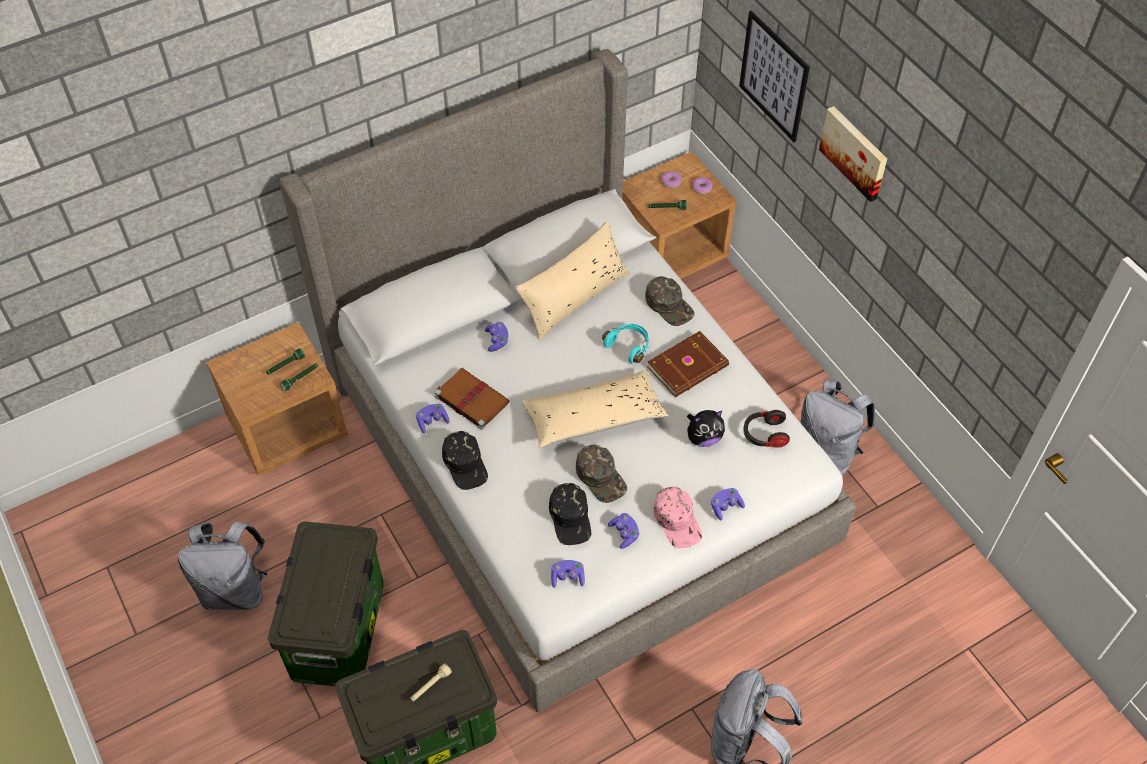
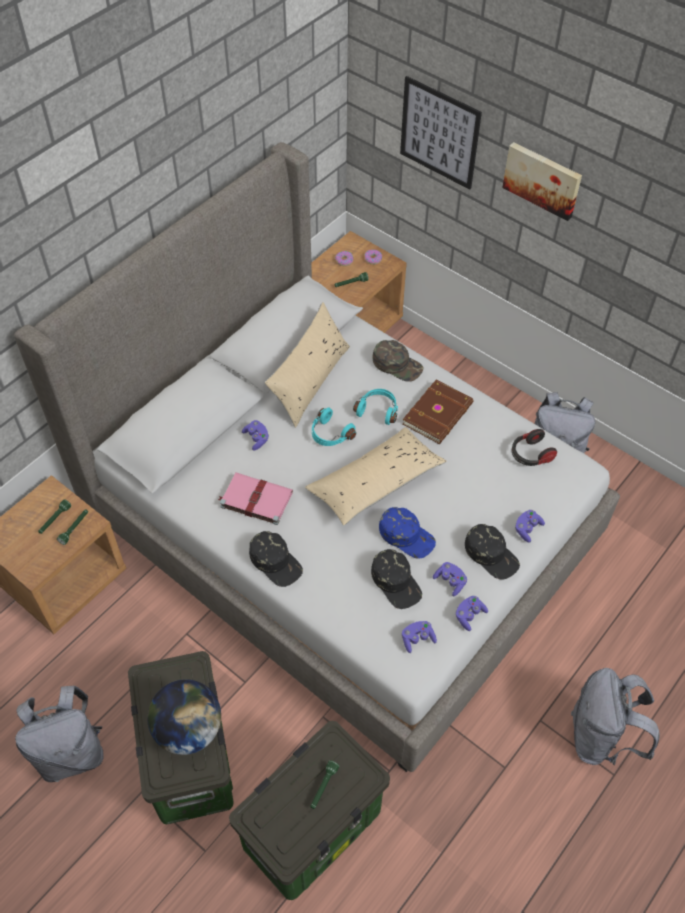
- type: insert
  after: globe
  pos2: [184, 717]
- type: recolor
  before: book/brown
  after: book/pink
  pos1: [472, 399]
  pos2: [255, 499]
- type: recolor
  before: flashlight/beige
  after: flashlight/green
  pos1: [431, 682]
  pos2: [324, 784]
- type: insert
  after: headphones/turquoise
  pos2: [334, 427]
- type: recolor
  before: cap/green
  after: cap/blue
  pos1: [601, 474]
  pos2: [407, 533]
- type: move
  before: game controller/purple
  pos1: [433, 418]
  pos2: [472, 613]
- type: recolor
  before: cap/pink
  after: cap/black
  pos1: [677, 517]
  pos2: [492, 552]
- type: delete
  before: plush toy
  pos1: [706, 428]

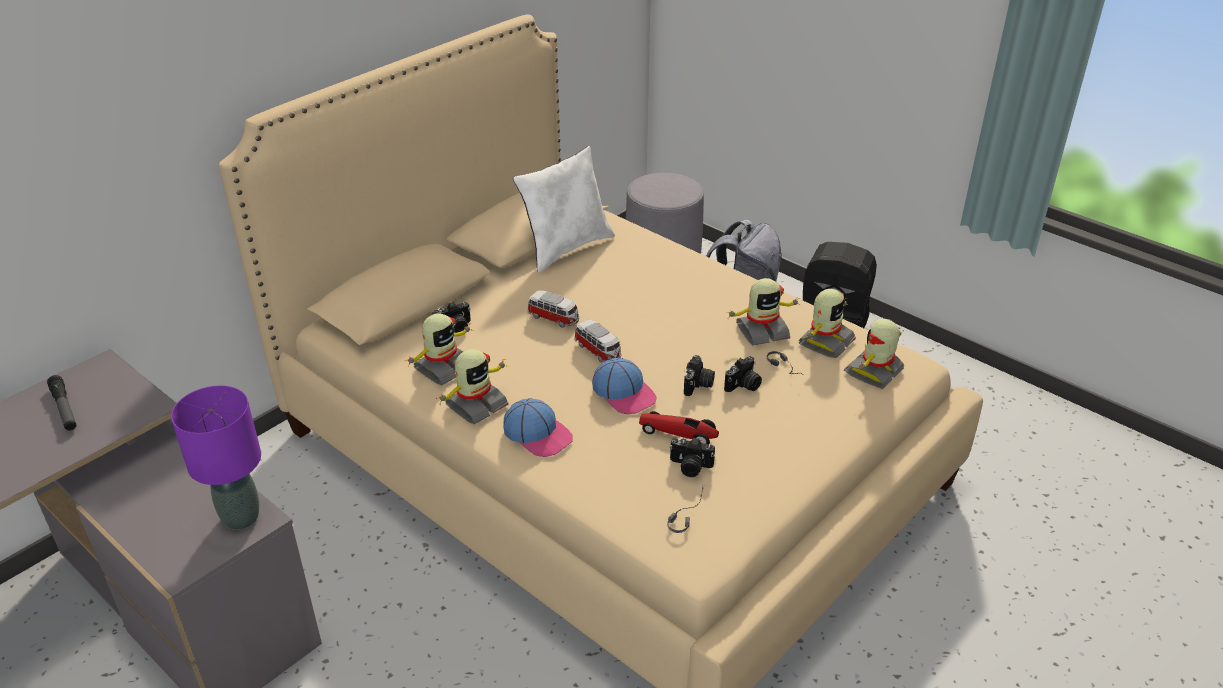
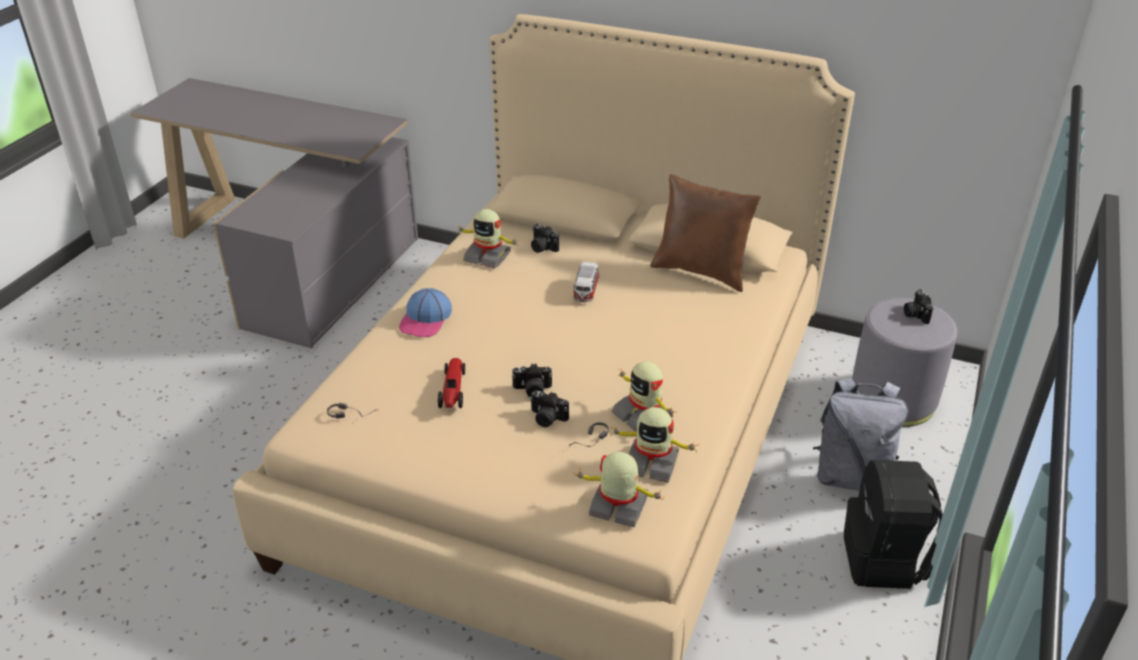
- type: recolor
  before: pillow/white
  after: pillow/brown
  pos1: [564, 209]
  pos2: [705, 233]
- type: move
  before: photo camera
  pos1: [692, 457]
  pos2: [918, 306]
- type: delete
  before: flashlight
  pos1: [61, 403]
- type: delete
  before: table lamp/purple
  pos1: [216, 457]
- type: delete
  before: toy robot
  pos1: [472, 386]
- type: delete
  before: toy car
  pos1: [597, 341]
- type: delete
  before: cap
  pos1: [624, 386]

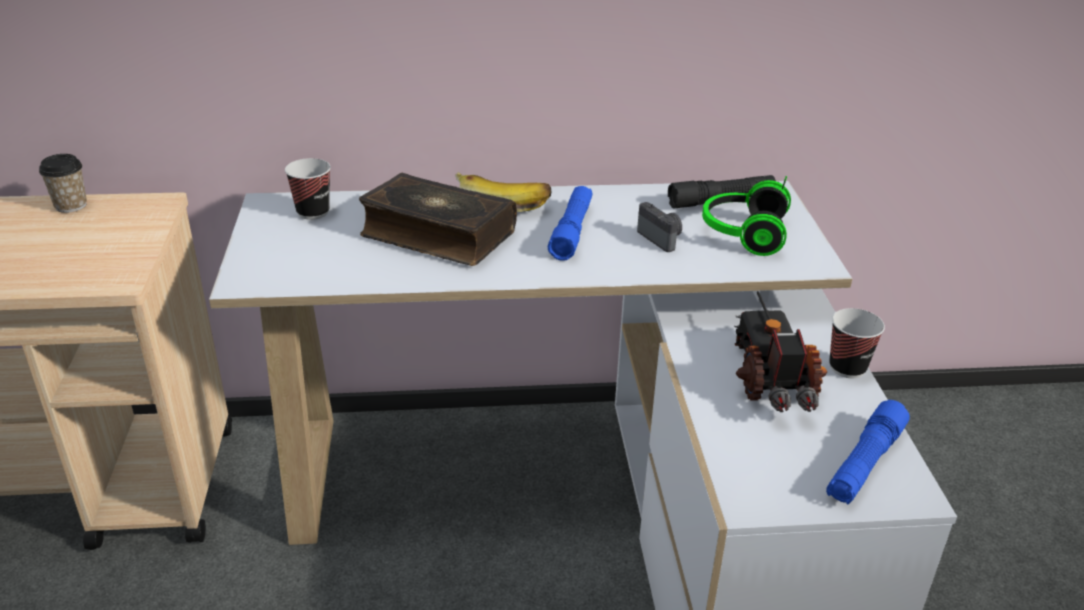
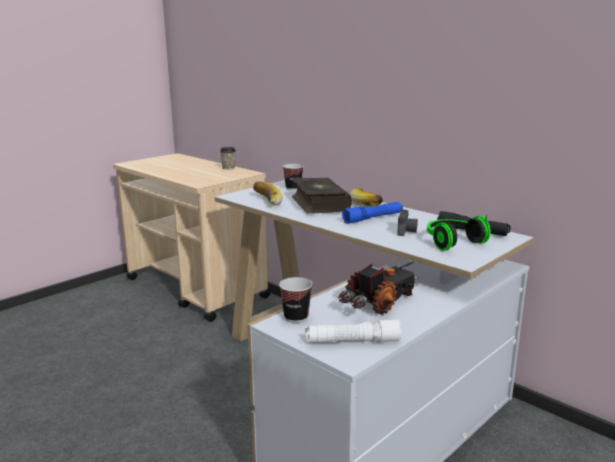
- type: insert
  after: banana
  pos2: [267, 193]
- type: move
  before: cup
  pos1: [857, 343]
  pos2: [296, 300]
- type: recolor
  before: flashlight/blue
  after: flashlight/white
  pos1: [868, 452]
  pos2: [353, 331]

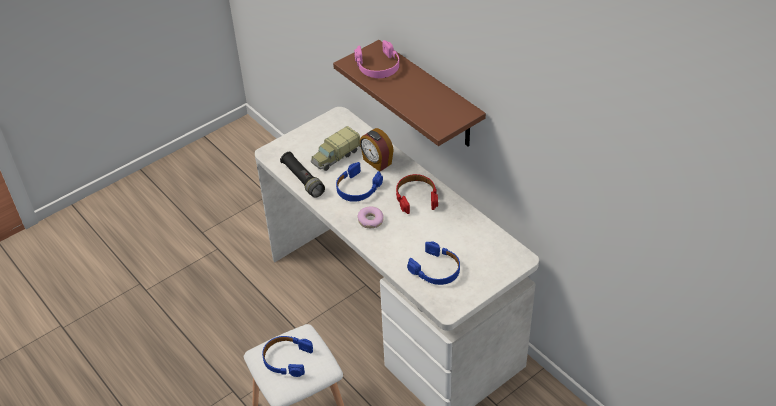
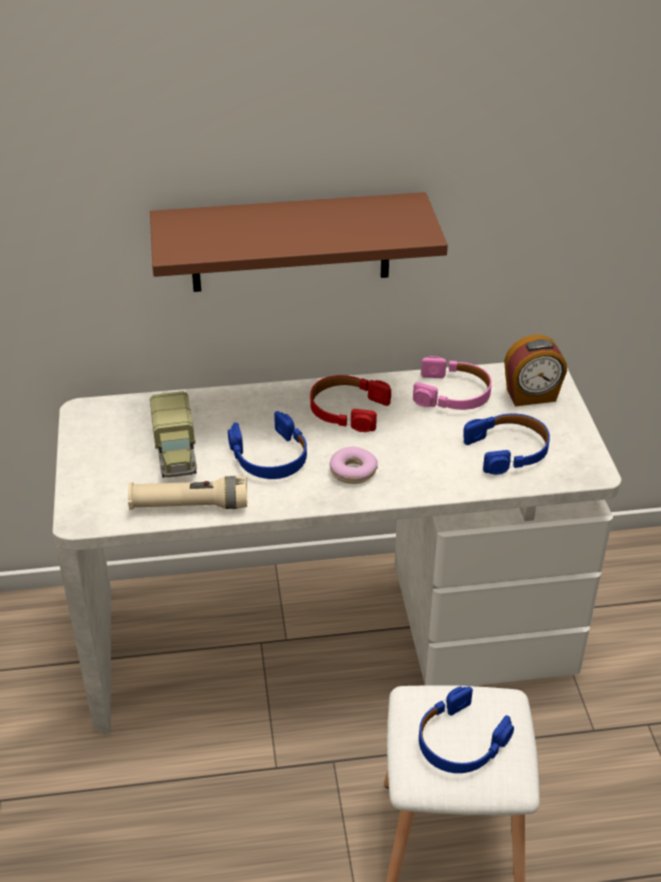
- type: recolor
  before: flashlight/black
  after: flashlight/beige
  pos1: [302, 175]
  pos2: [187, 493]
- type: move
  before: headphones/pink
  pos1: [376, 59]
  pos2: [452, 383]
- type: move
  before: alarm clock
  pos1: [377, 149]
  pos2: [535, 370]

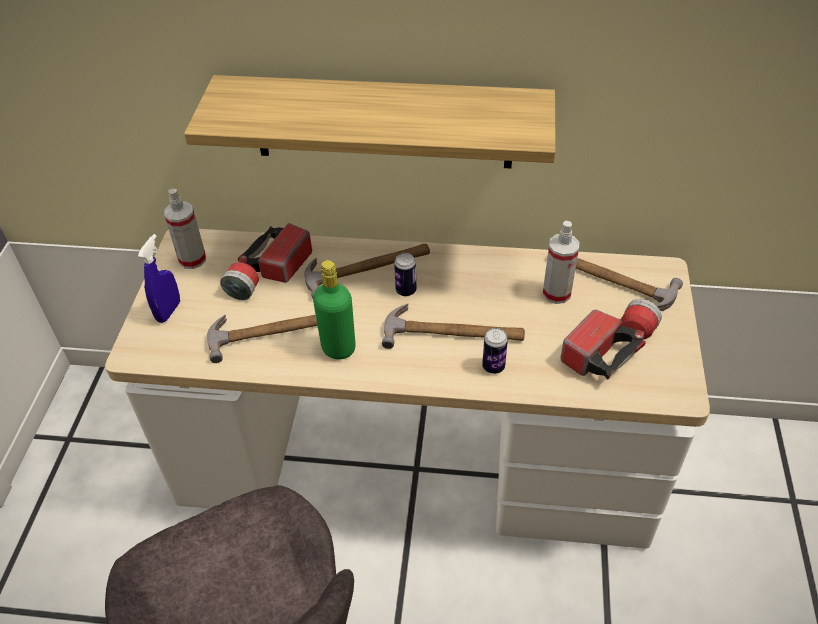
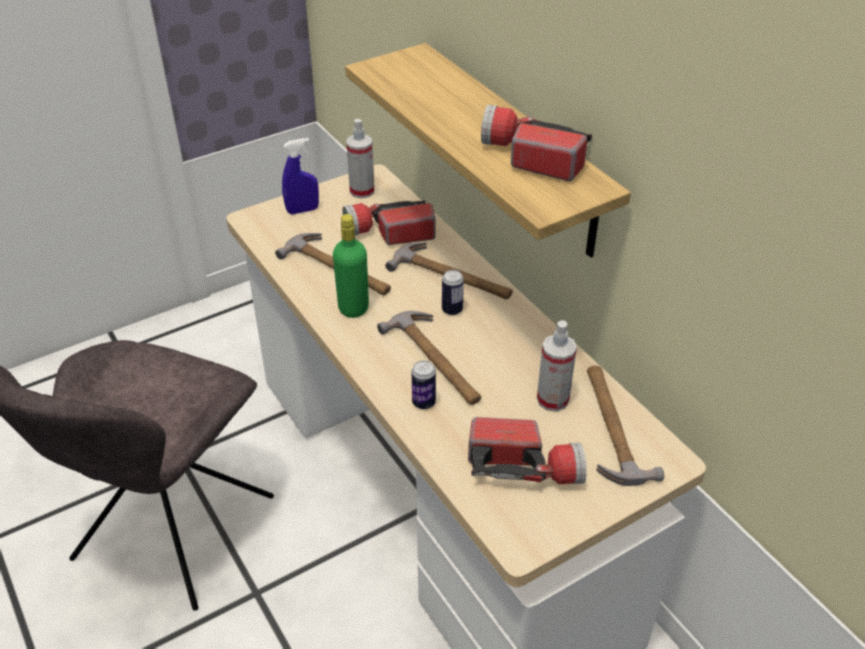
- type: insert
  after: flashlight
  pos2: [536, 143]

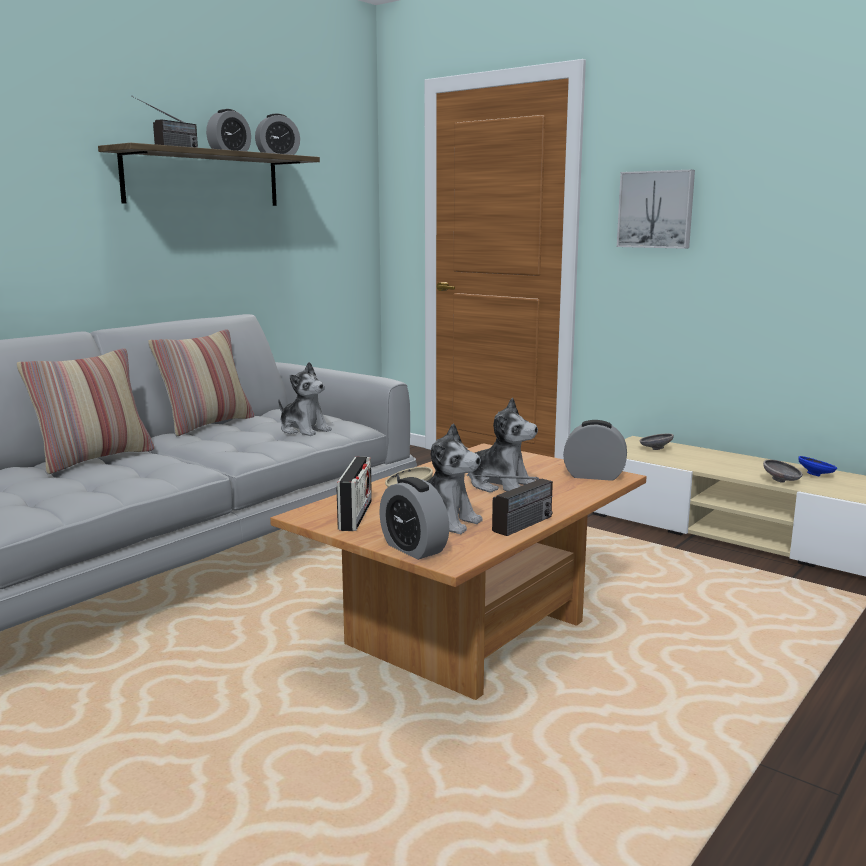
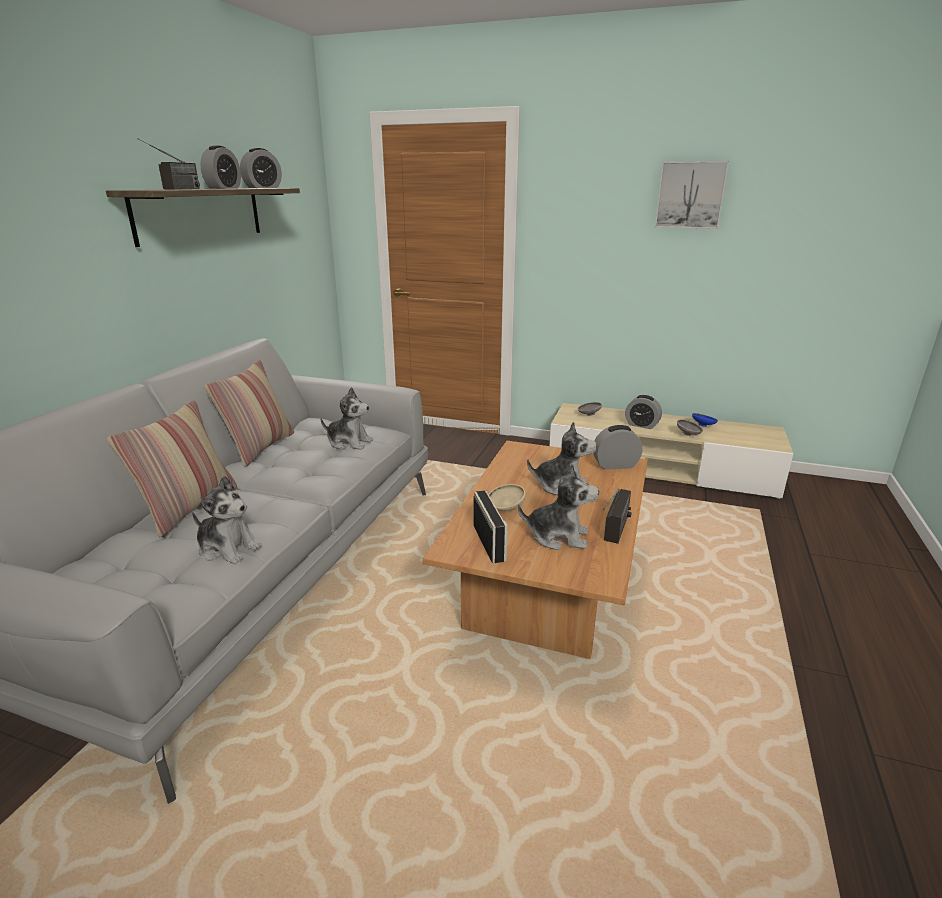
- type: insert
  after: plush toy
  pos2: [227, 520]
- type: move
  before: alarm clock
  pos1: [414, 518]
  pos2: [643, 412]
- type: move
  before: picture
  pos1: [656, 209]
  pos2: [692, 195]

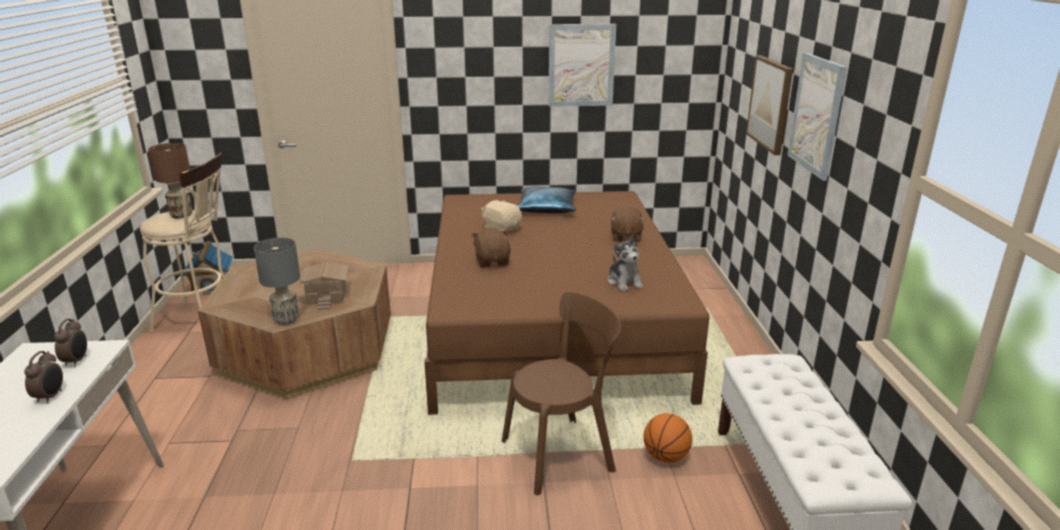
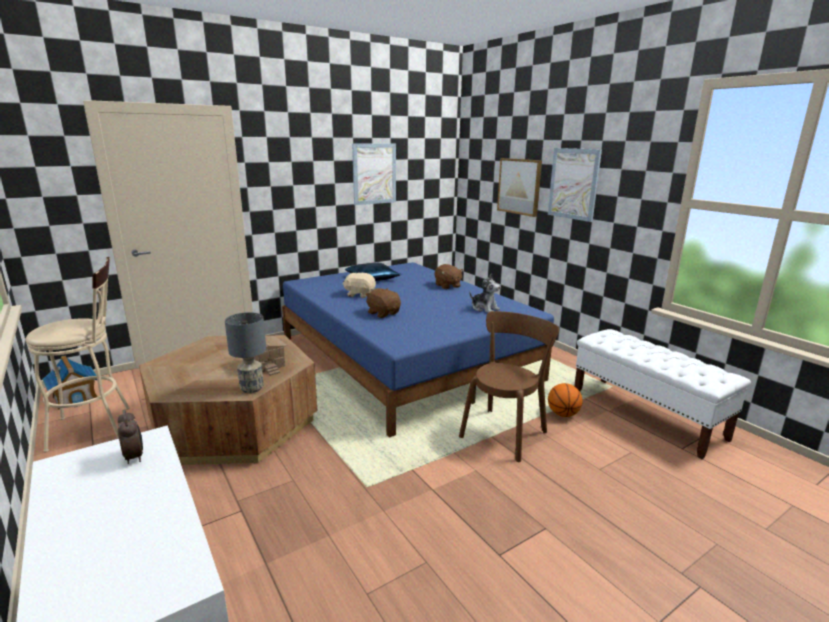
- type: recolor
  before: bed/brown
  after: bed/blue
  pos1: [566, 303]
  pos2: [418, 350]
- type: delete
  before: alarm clock
  pos1: [43, 377]
- type: delete
  before: table lamp/brown
  pos1: [170, 181]

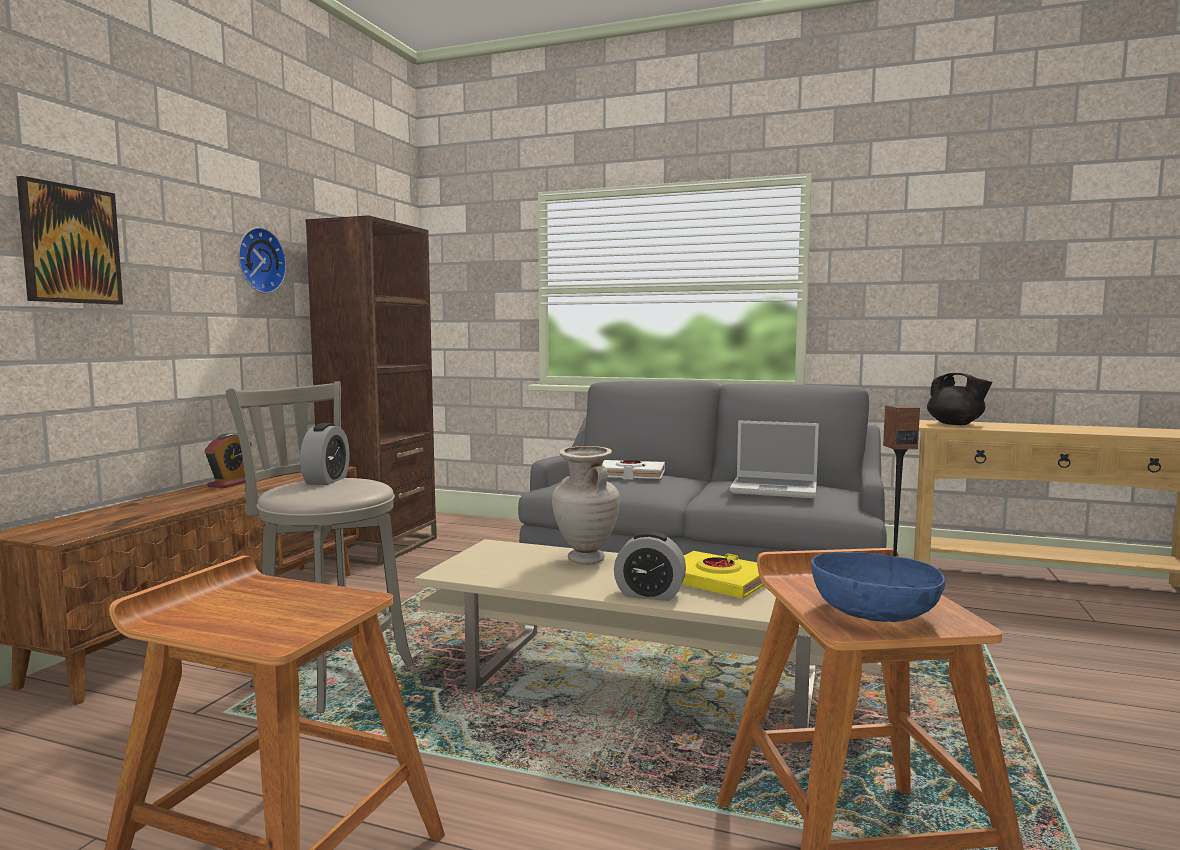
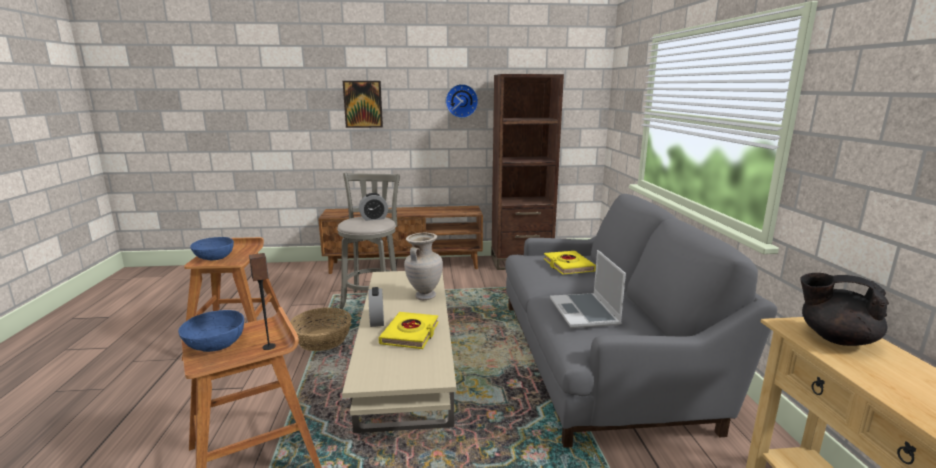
- type: insert
  after: bowl/blue
  pos2: [212, 248]
- type: insert
  after: basket
  pos2: [321, 329]
- type: recolor
  before: book/white
  after: book/yellow
  pos1: [633, 470]
  pos2: [570, 263]
- type: rotate
  before: teapot/black
  pos1: [959, 399]
  pos2: [844, 309]
  turn: 90
- type: delete
  before: alarm clock
  pos1: [228, 461]

